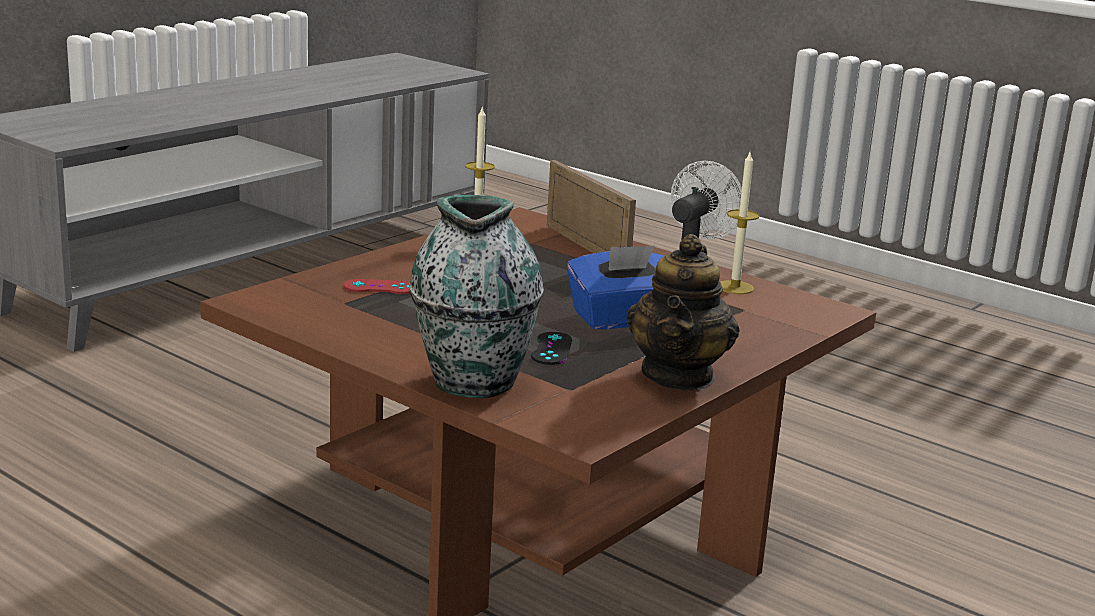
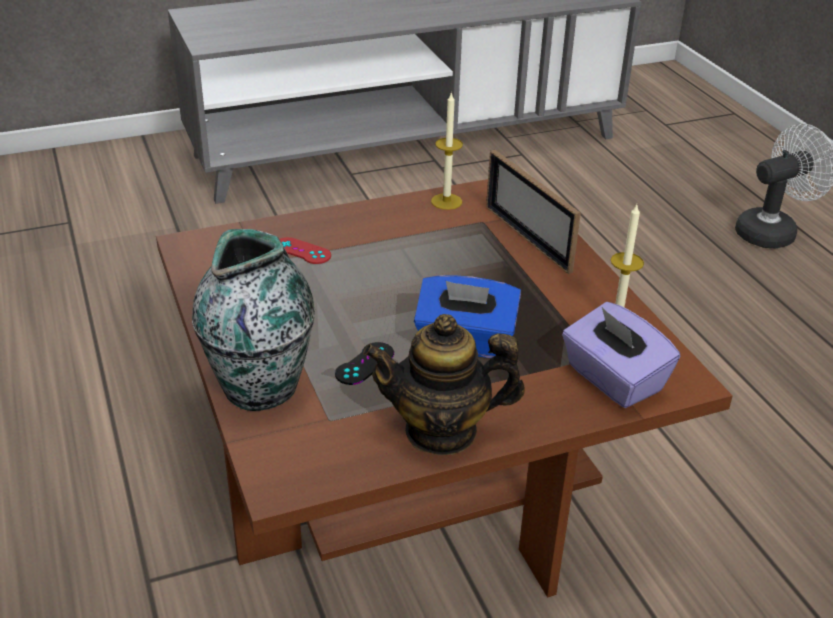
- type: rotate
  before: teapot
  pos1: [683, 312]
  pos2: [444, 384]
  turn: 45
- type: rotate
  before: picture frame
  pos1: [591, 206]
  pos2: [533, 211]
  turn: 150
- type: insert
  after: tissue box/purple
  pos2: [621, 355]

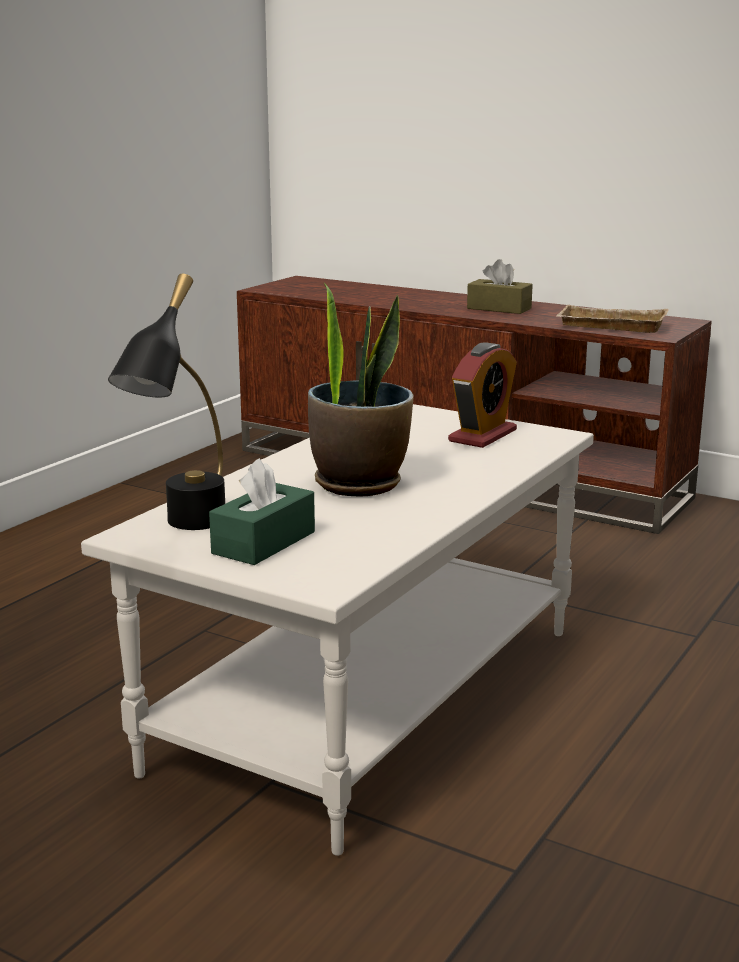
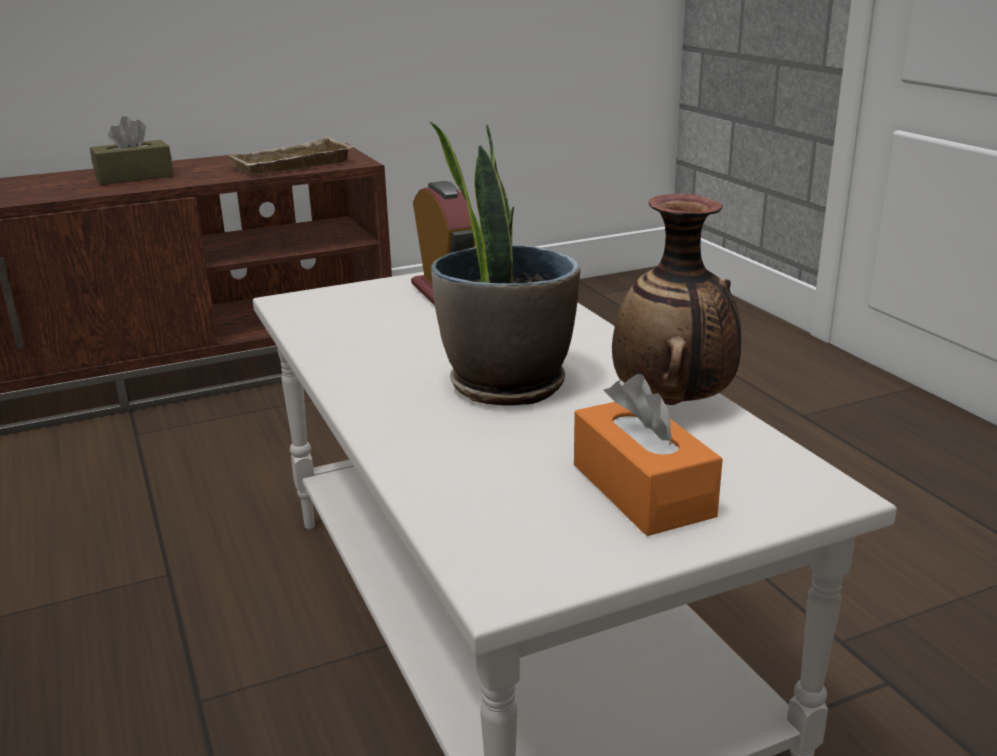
- type: recolor
  before: tissue box/green
  after: tissue box/orange
  pos1: [262, 511]
  pos2: [648, 455]
- type: insert
  after: vase
  pos2: [676, 299]
- type: delete
  before: table lamp/black
  pos1: [166, 402]

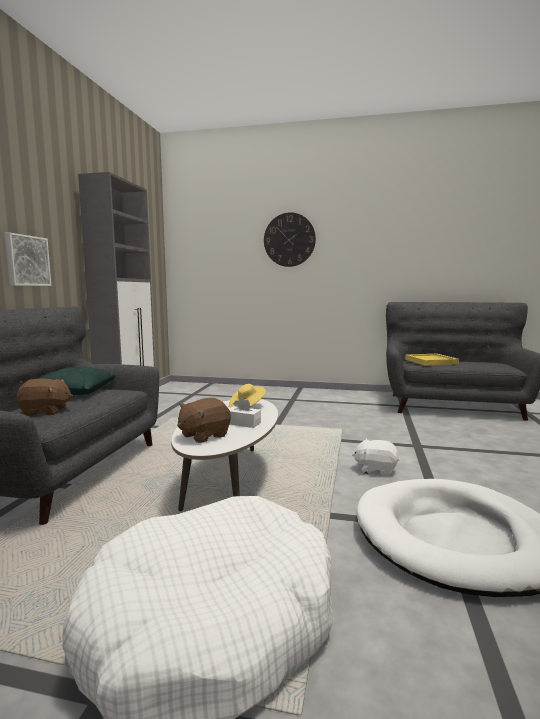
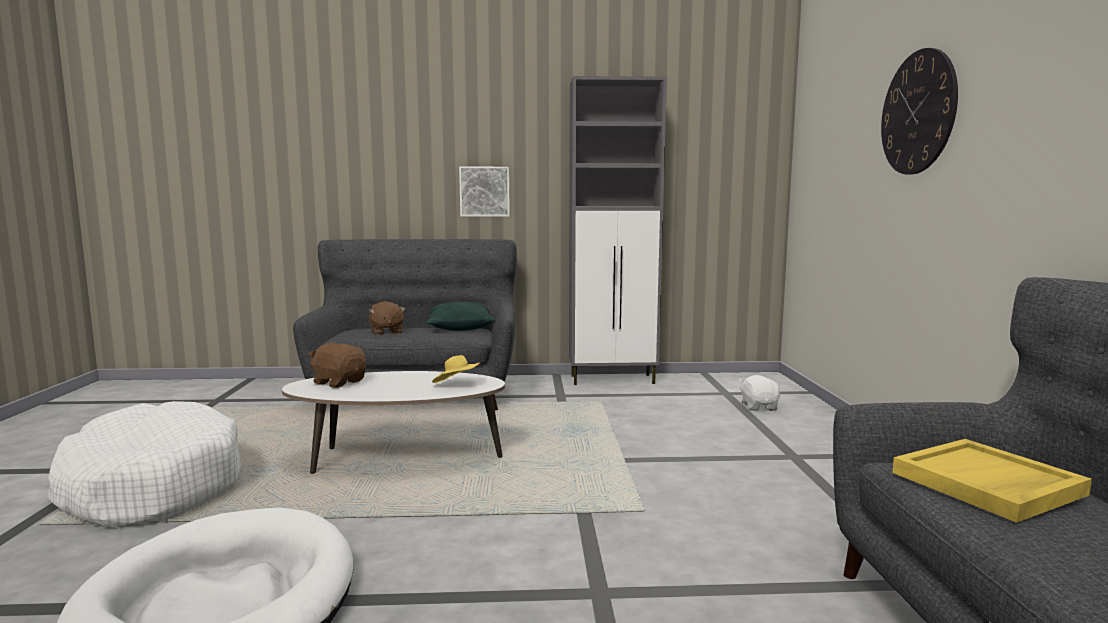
- type: move
  before: plush toy/white
  pos1: [375, 457]
  pos2: [759, 392]
- type: delete
  before: tissue box/white
  pos1: [245, 412]

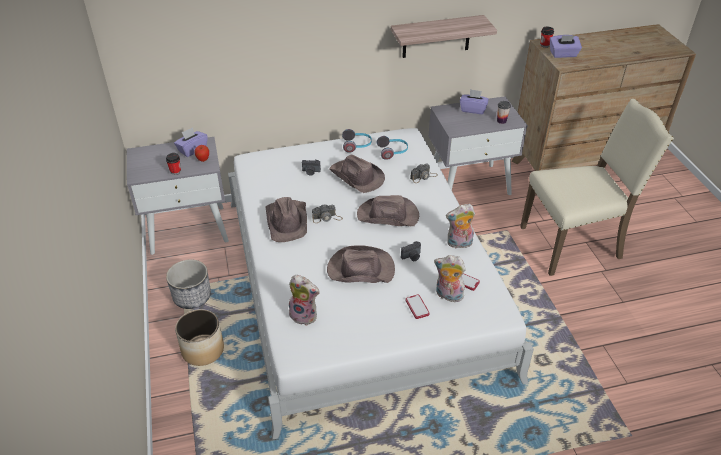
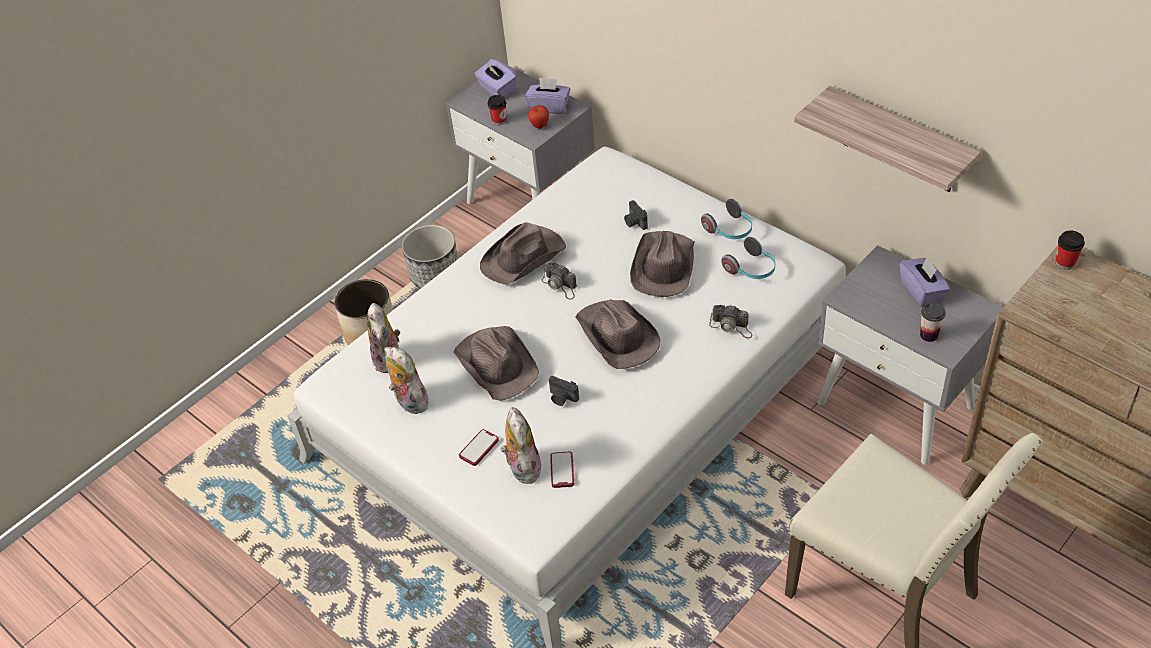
- type: move
  before: plush toy
  pos1: [460, 226]
  pos2: [406, 380]
- type: move
  before: tissue box/purple
  pos1: [566, 46]
  pos2: [496, 78]

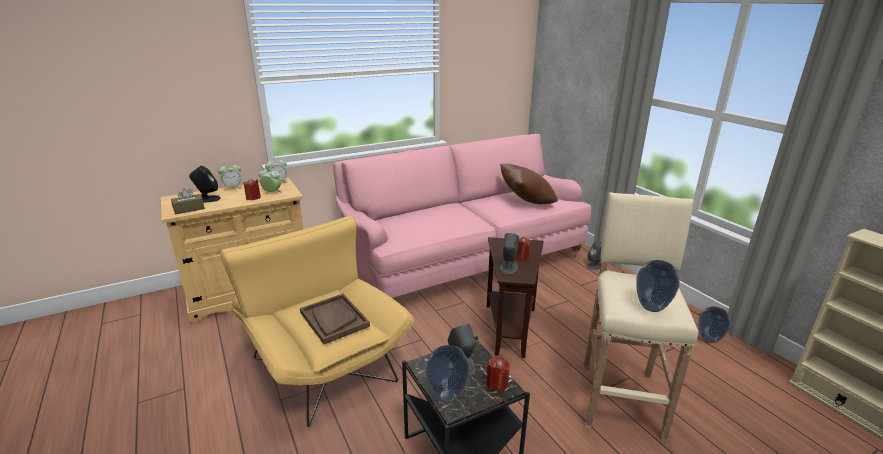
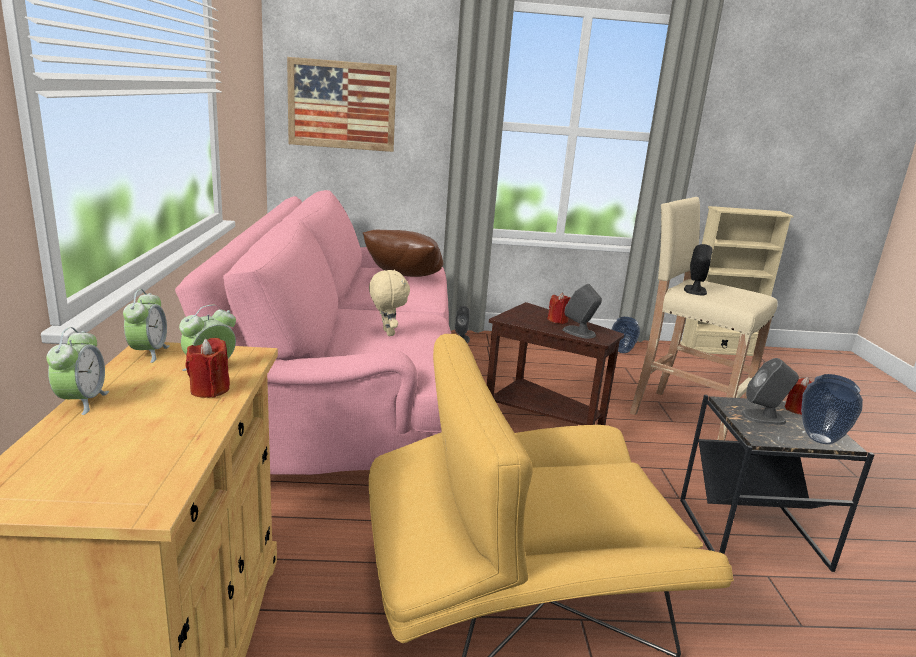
- type: insert
  after: picture
  pos2: [342, 104]
- type: insert
  after: plush toy/beige
  pos2: [389, 302]
- type: move
  before: speaker/black
  pos1: [205, 184]
  pos2: [698, 269]
- type: delete
  before: tissue box/brown
  pos1: [188, 201]
- type: delete
  before: tray/brown
  pos1: [335, 319]
- type: delete
  before: vase
  pos1: [658, 286]

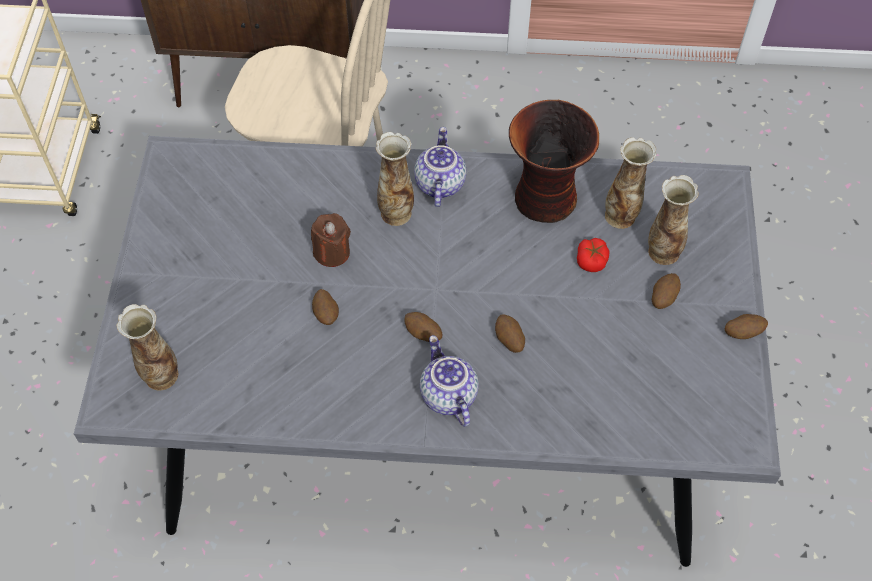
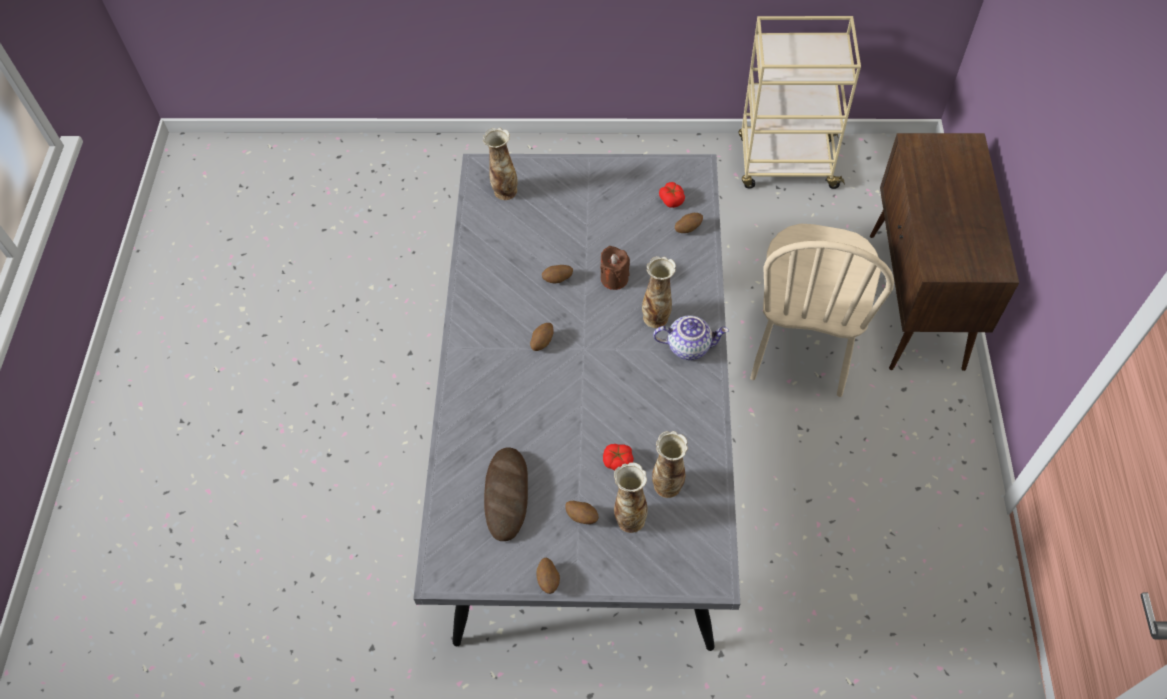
- type: insert
  after: bread
  pos2: [506, 494]
- type: insert
  after: tomato
  pos2: [672, 195]
- type: move
  before: potato
  pos1: [510, 333]
  pos2: [689, 223]
- type: delete
  before: teapot
  pos1: [449, 381]
- type: delete
  before: vase
  pos1: [554, 161]

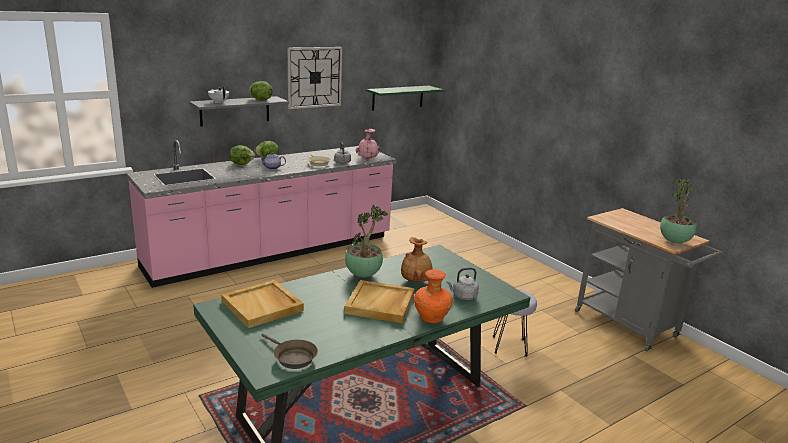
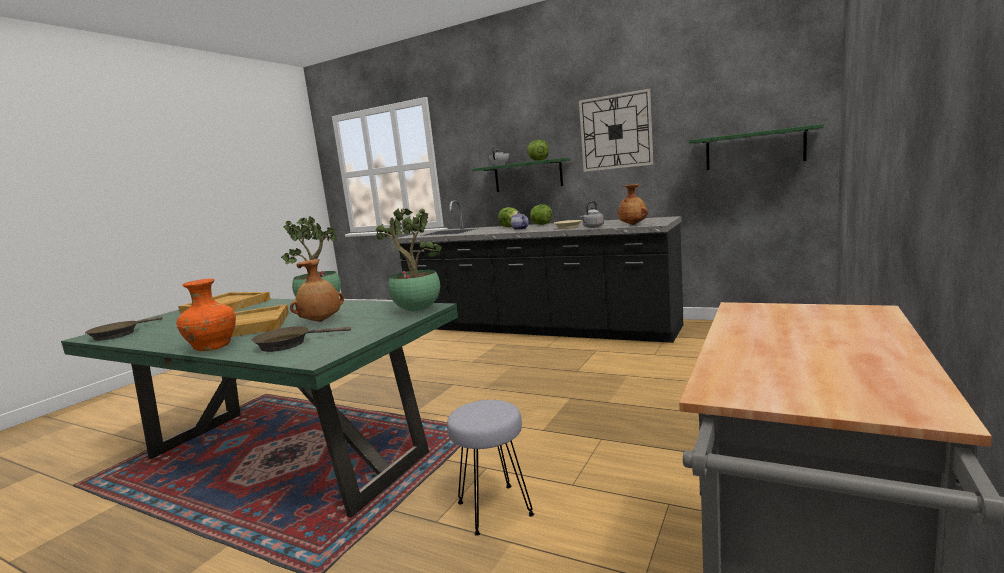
- type: replace
  before: kettle/grey
  after: frying pan/brown
  pos1: [463, 284]
  pos2: [301, 339]
- type: move
  before: potted plant
  pos1: [678, 210]
  pos2: [409, 259]
- type: recolor
  before: counter/pink
  after: counter/black
  pos1: [261, 214]
  pos2: [539, 271]
- type: recolor
  before: shelf/grey
  after: shelf/green
  pos1: [239, 111]
  pos2: [521, 175]
- type: recolor
  before: vase/pink
  after: vase/brown
  pos1: [368, 144]
  pos2: [632, 204]

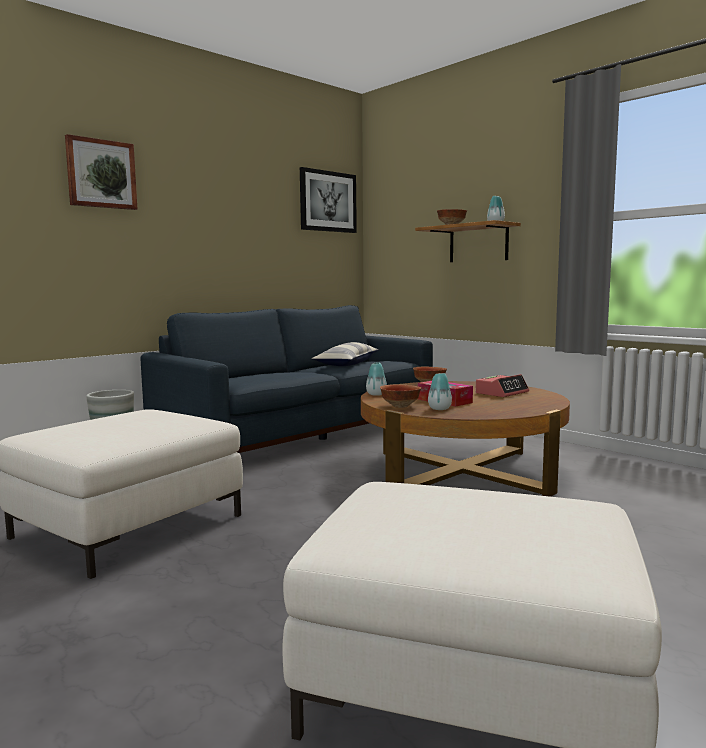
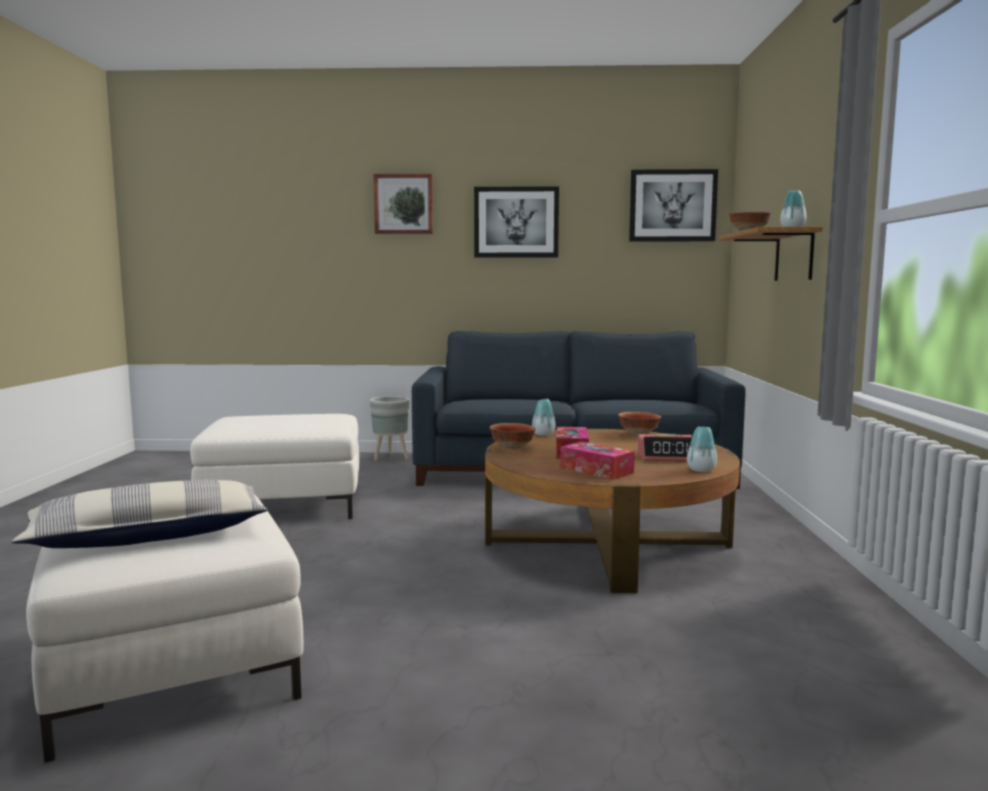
- type: move
  before: pillow
  pos1: [345, 354]
  pos2: [139, 514]
- type: insert
  after: picture
  pos2: [516, 222]
- type: insert
  after: tissue box
  pos2: [598, 461]
- type: move
  before: vase
  pos1: [440, 391]
  pos2: [702, 449]

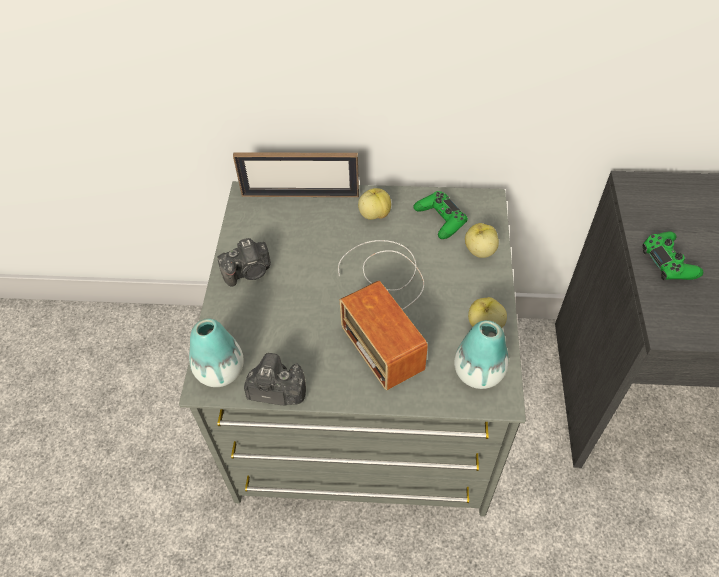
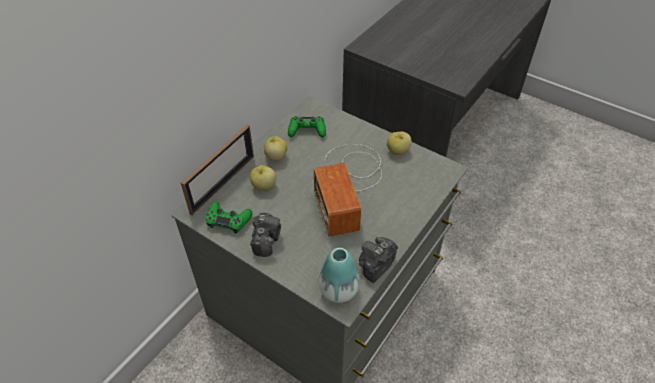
- type: move
  before: game controller/green
  pos1: [672, 255]
  pos2: [229, 217]
- type: move
  before: apple
  pos1: [482, 240]
  pos2: [263, 177]
- type: rotate
  before: radio
  pos1: [383, 315]
  pos2: [348, 190]
  turn: 75
- type: delete
  before: vase
  pos1: [481, 354]

